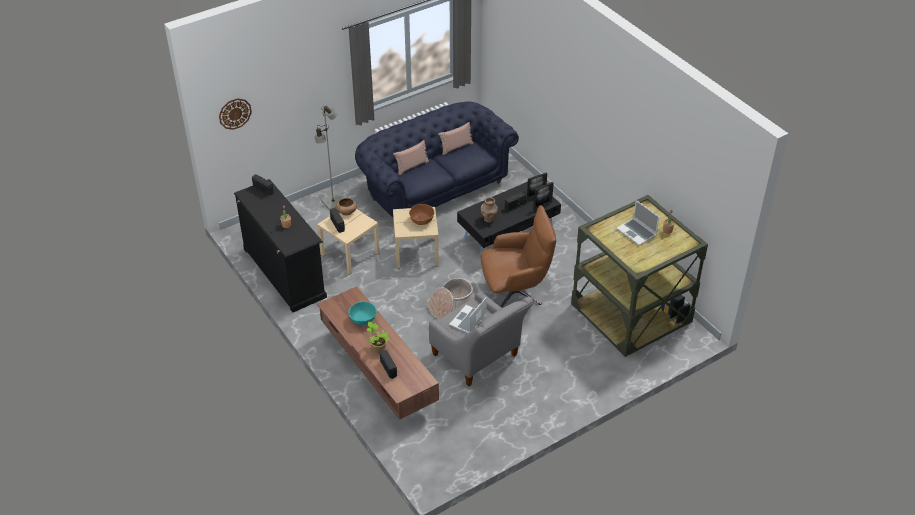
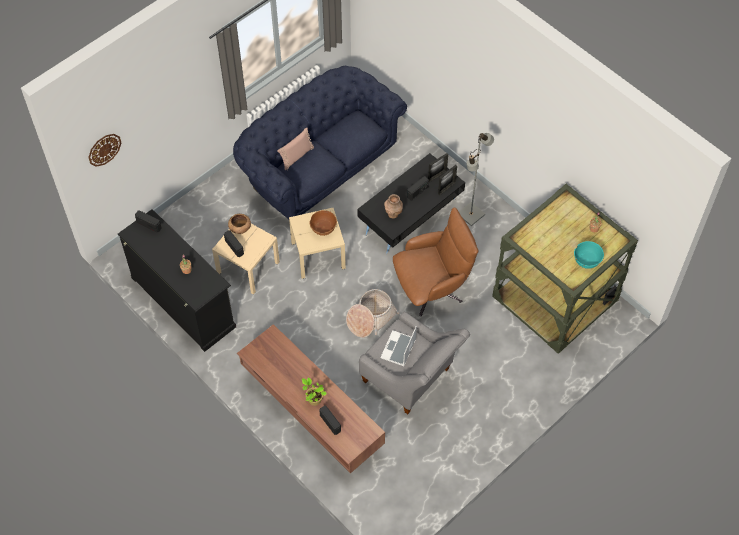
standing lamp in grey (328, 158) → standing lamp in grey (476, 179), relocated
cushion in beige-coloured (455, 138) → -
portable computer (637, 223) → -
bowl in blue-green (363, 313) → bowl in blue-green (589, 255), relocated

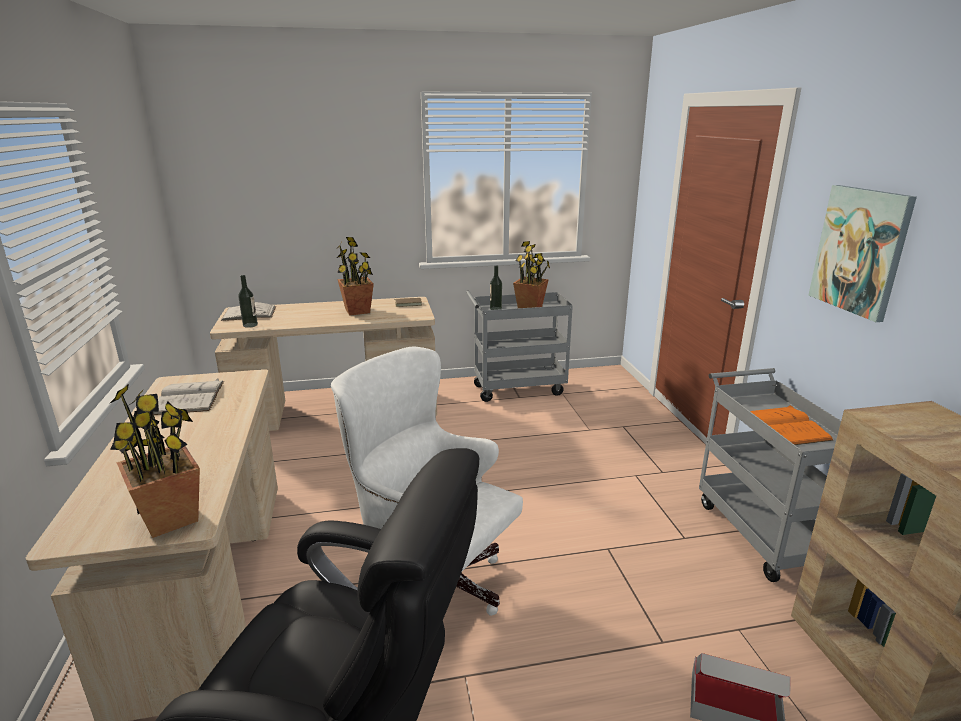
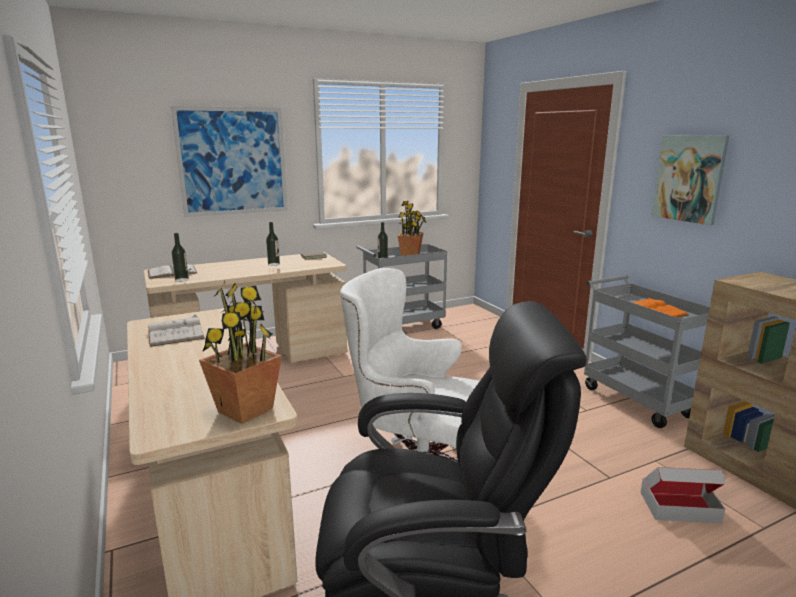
potted plant (355, 276) → bottle (273, 244)
- → wall art (229, 161)

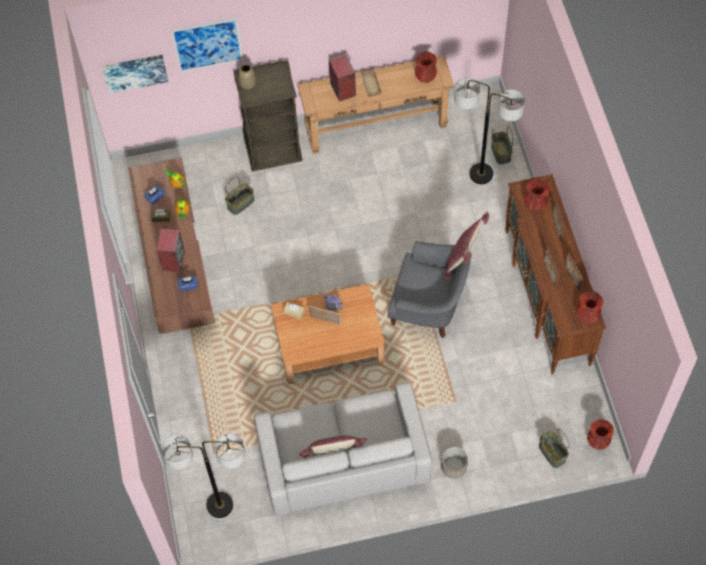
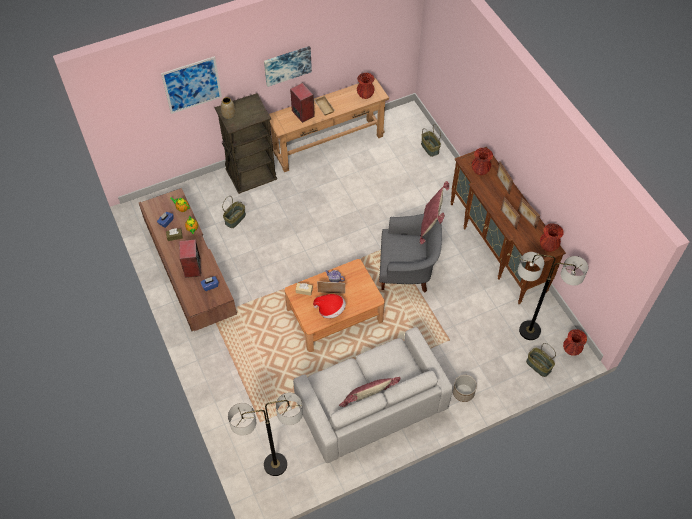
wall art (135, 74) → wall art (288, 66), relocated
standing lamp (489, 130) → standing lamp (553, 296), relocated
- → clothing hat (329, 306)

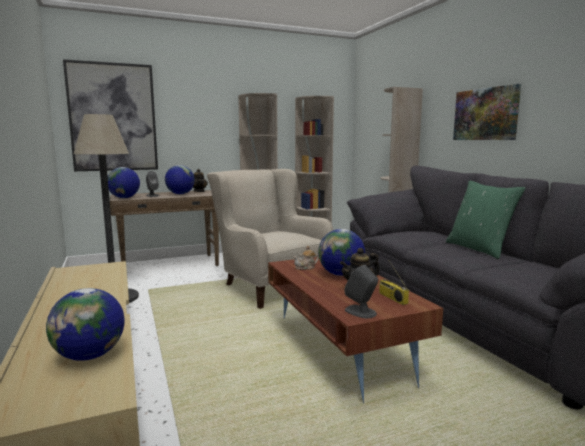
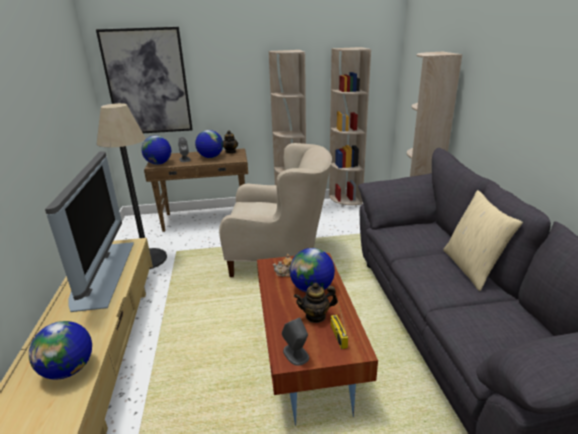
wall art (487, 112) → -
easy chair in beige-coloured (270, 239) → easy chair in beige-coloured (275, 210), 120 degrees clockwise
cushion in green-coloured (485, 220) → cushion in beige-coloured (483, 240)
- → TV set (89, 231)

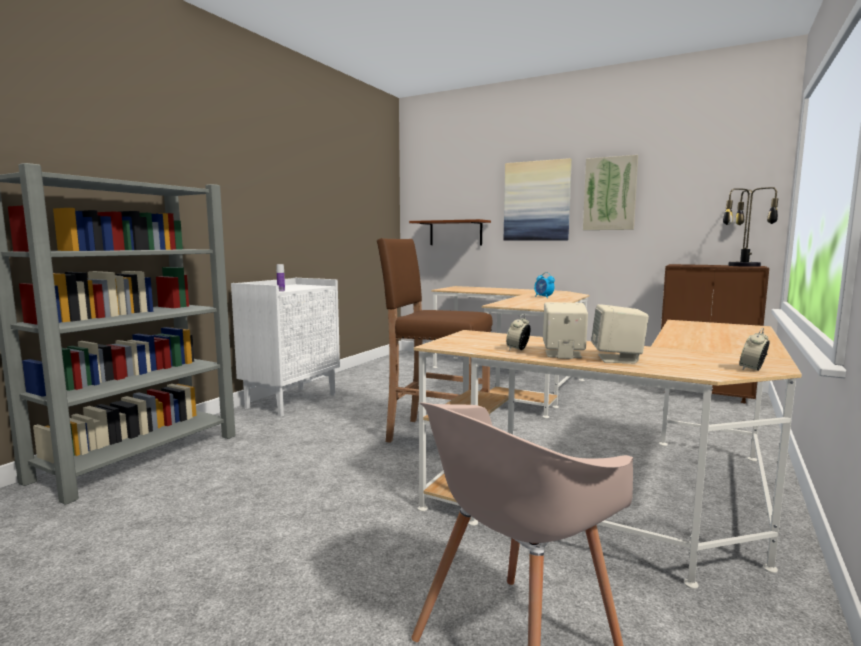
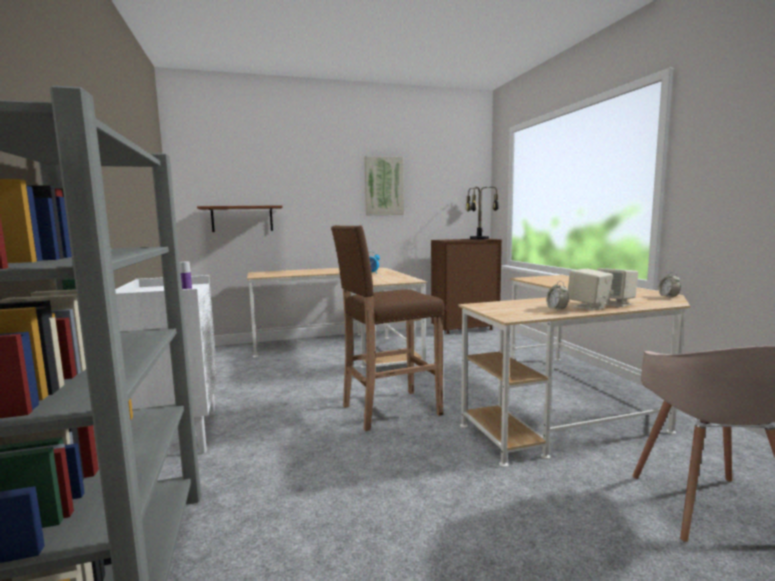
wall art (538, 199) → -

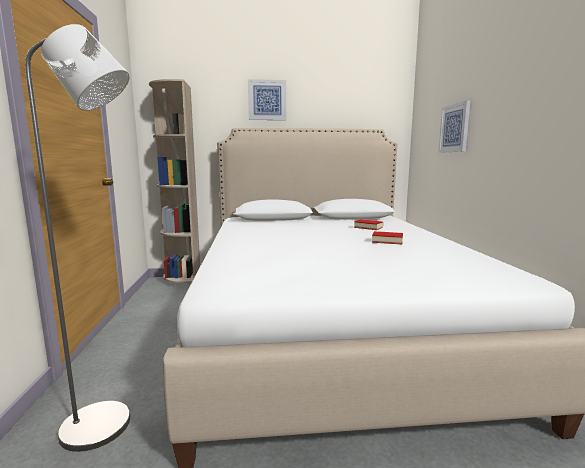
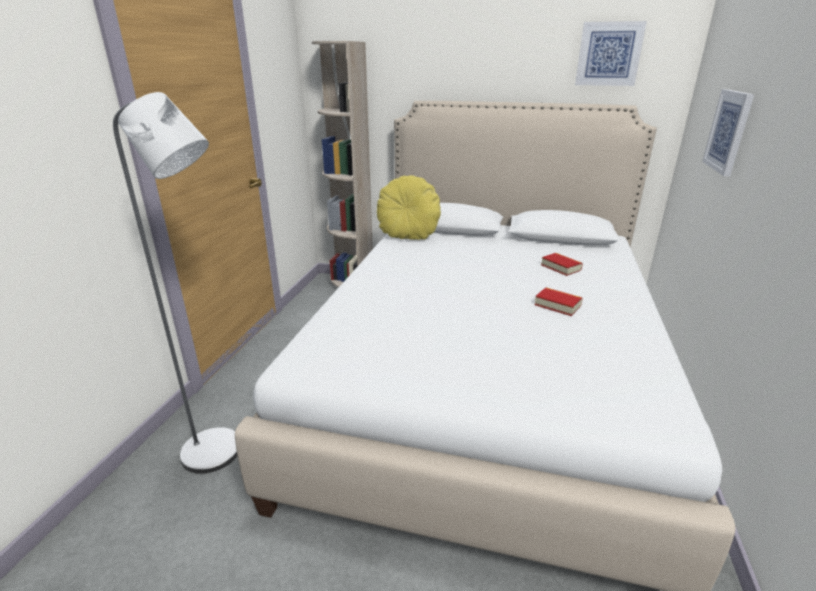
wall art (267, 99) → wall art (611, 53), relocated
- → cushion in yellow (409, 207)

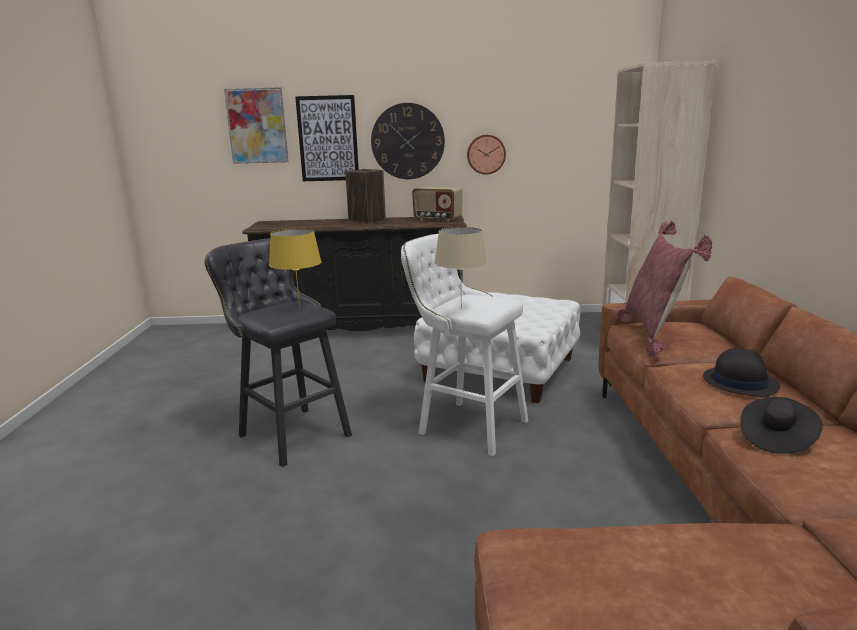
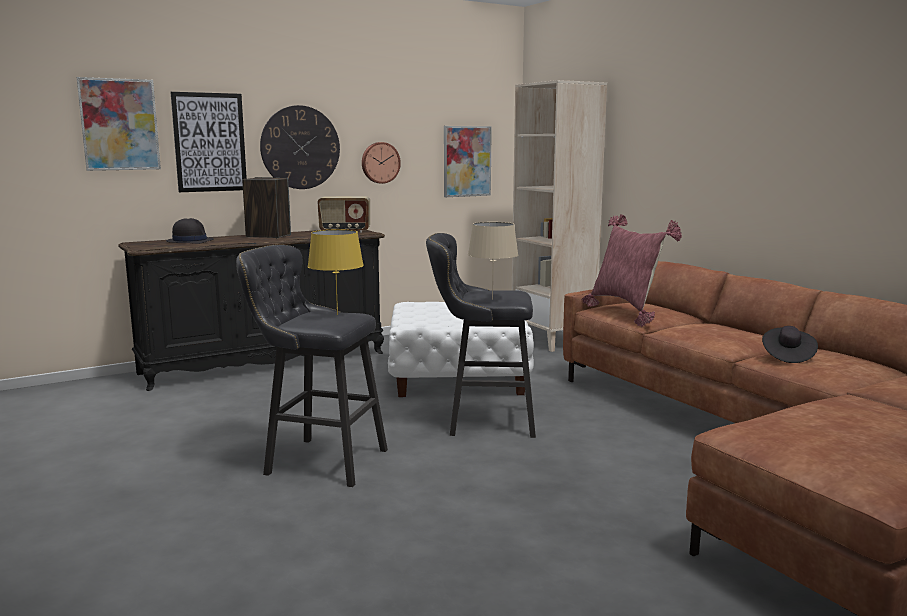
stool seat in white (464, 345) → stool seat in black (481, 335)
clothing hat in black (742, 372) → clothing hat in black (190, 231), relocated
- → wall art (468, 161)

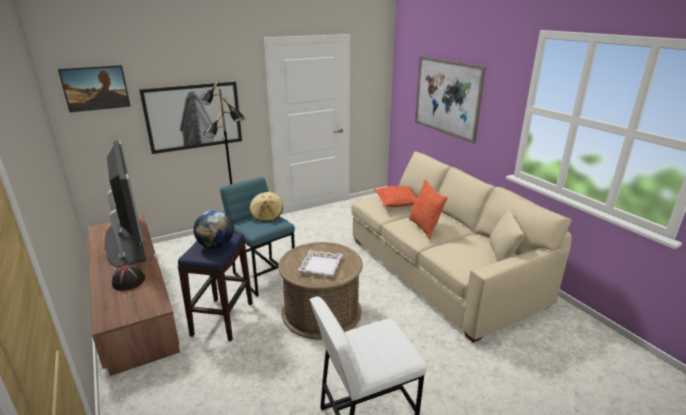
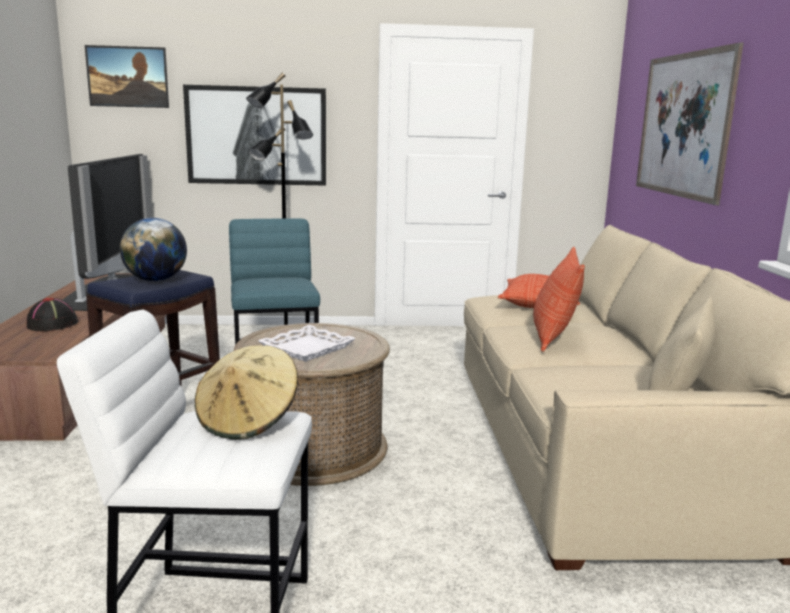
clothing hat in beige-coloured (266, 207) → clothing hat in beige-coloured (246, 393), relocated

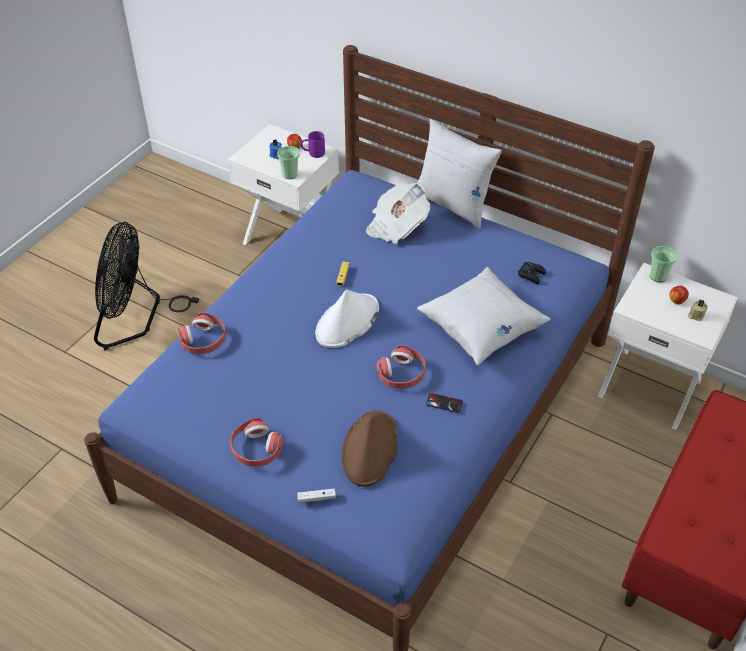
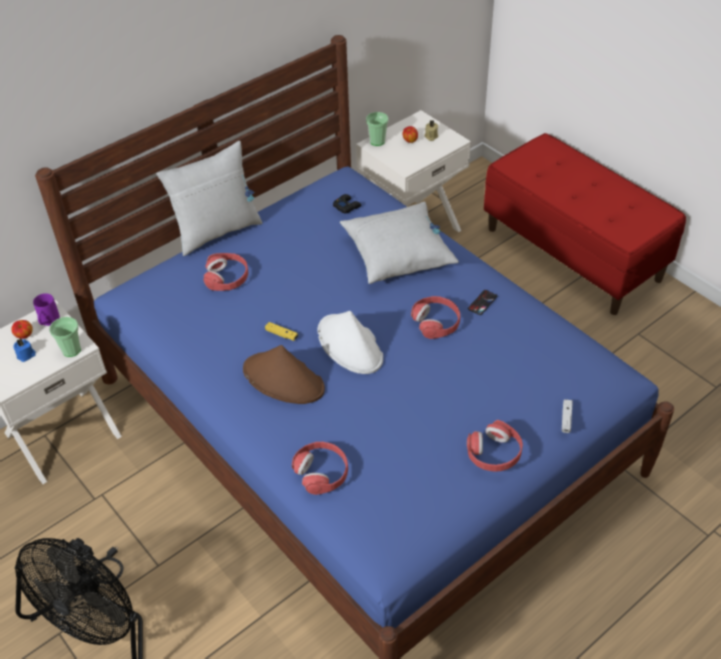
daily paper (398, 213) → pair of headphones in red-coloured (225, 272)
clothing hat in brownish (370, 448) → clothing hat in brownish (284, 374), relocated

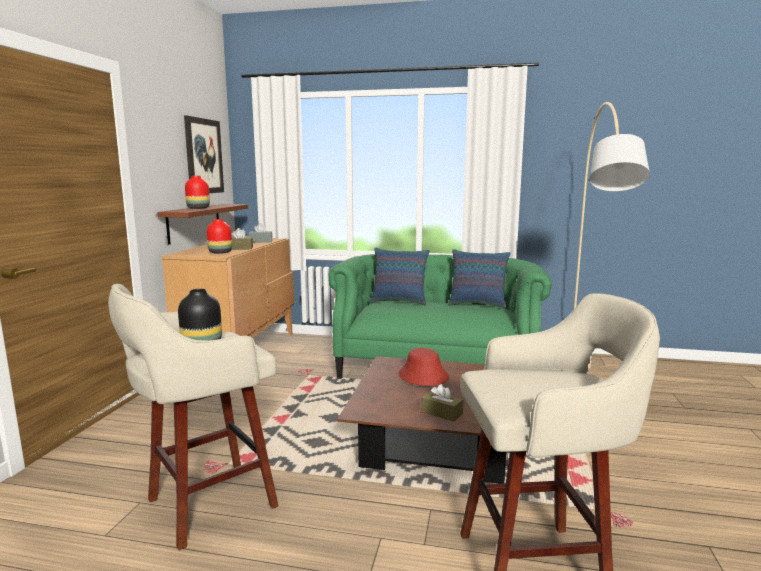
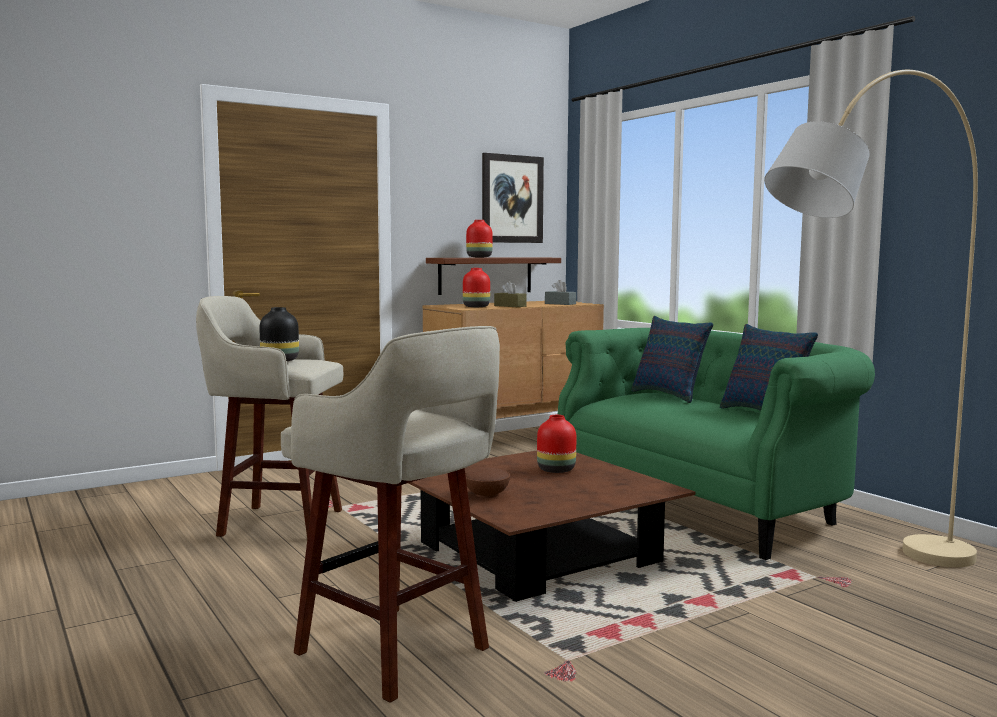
clothing hat in red-coloured (424, 367) → decorative vase in red-coloured (556, 444)
tissue box in brownish (442, 403) → bowl in brownish (487, 483)

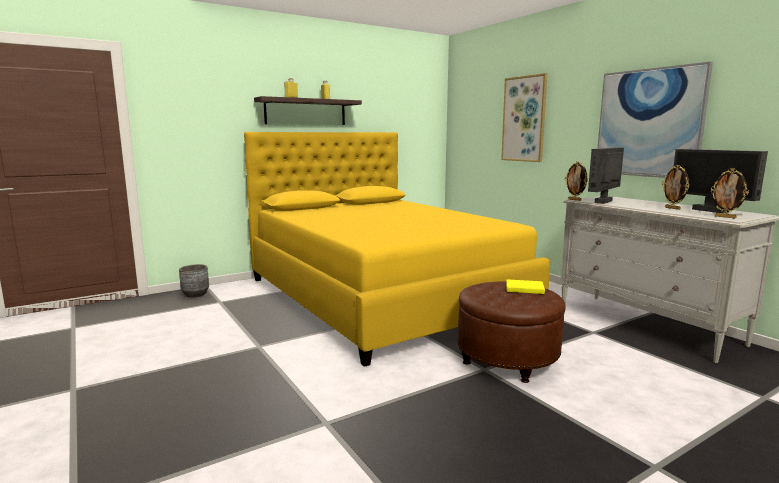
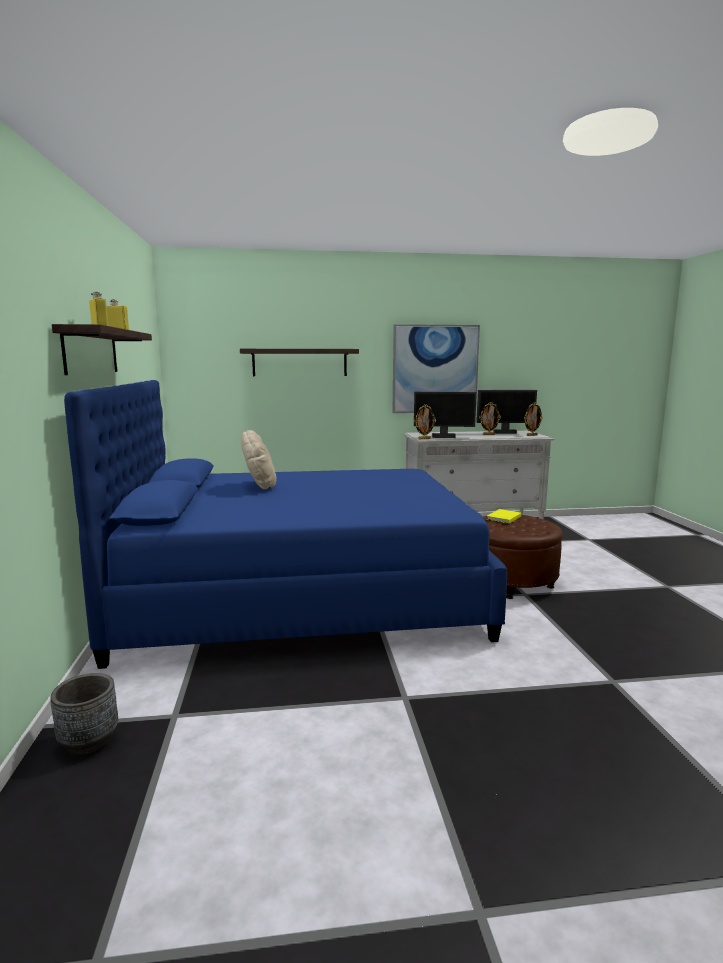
wall art (524, 117) → bracket shelf (299, 362)
bed in yellow (397, 249) → bed in blue-coloured (285, 524)
computer display (606, 176) → computer display (445, 414), 60 degrees counterclockwise
- → cushion in beige-coloured (258, 460)

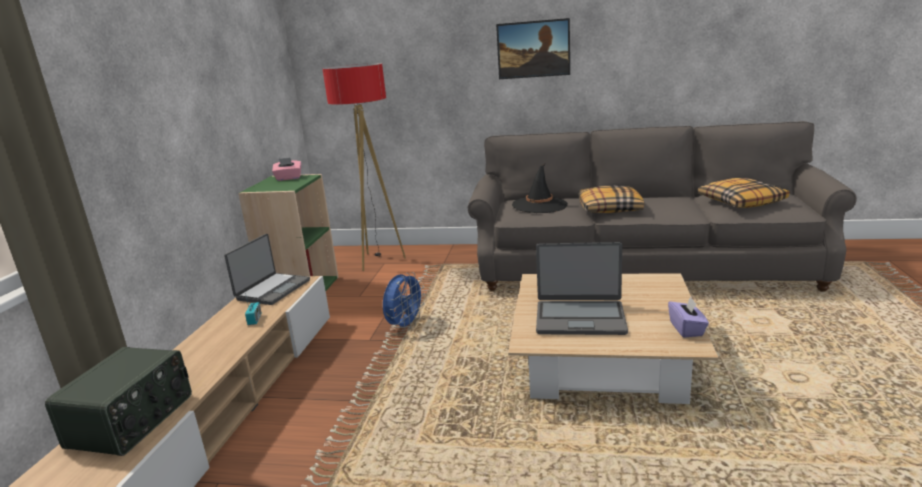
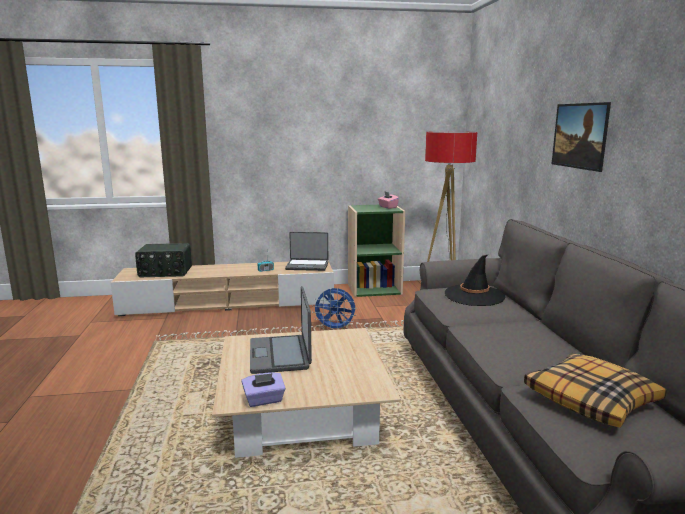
cushion (611, 199) → -

